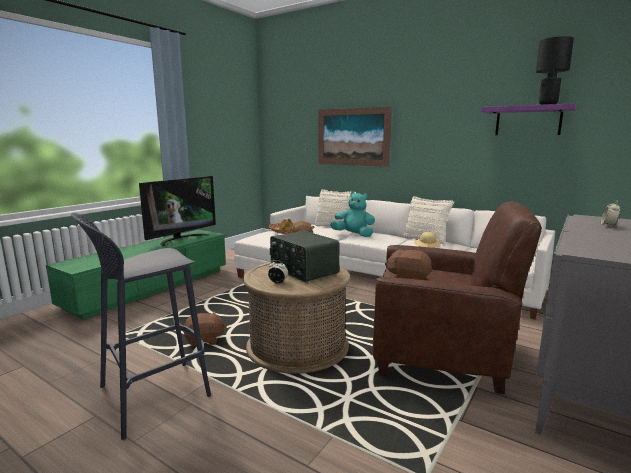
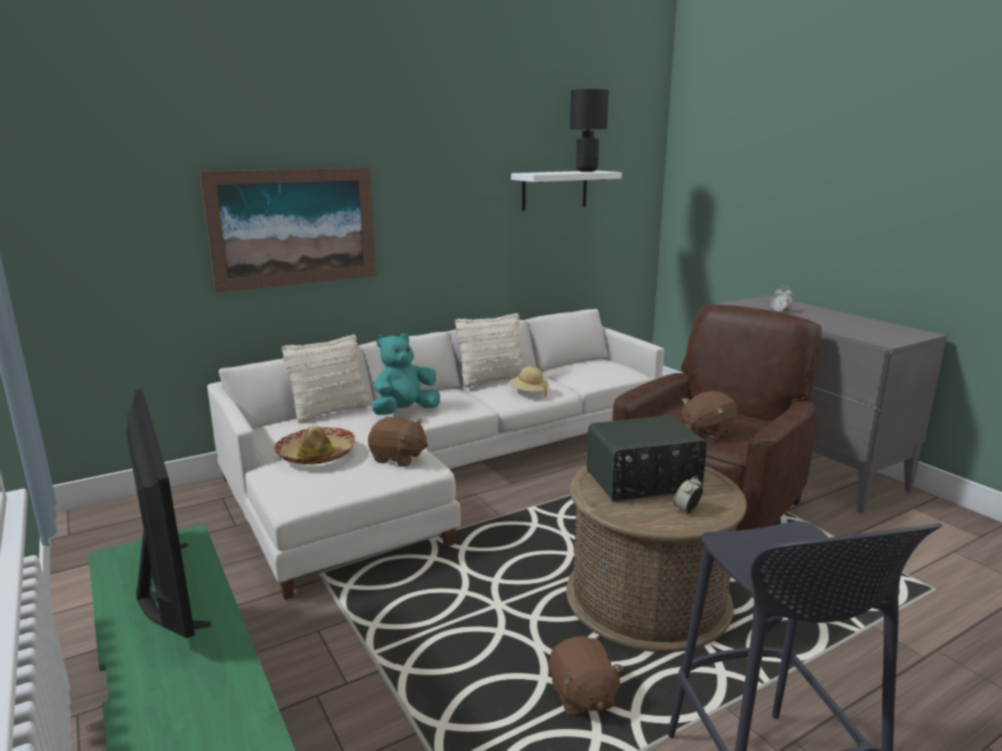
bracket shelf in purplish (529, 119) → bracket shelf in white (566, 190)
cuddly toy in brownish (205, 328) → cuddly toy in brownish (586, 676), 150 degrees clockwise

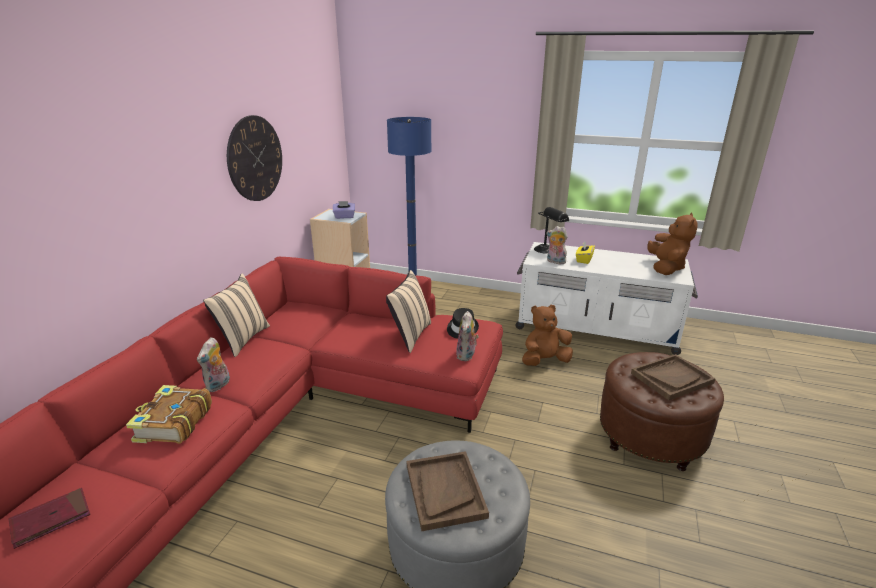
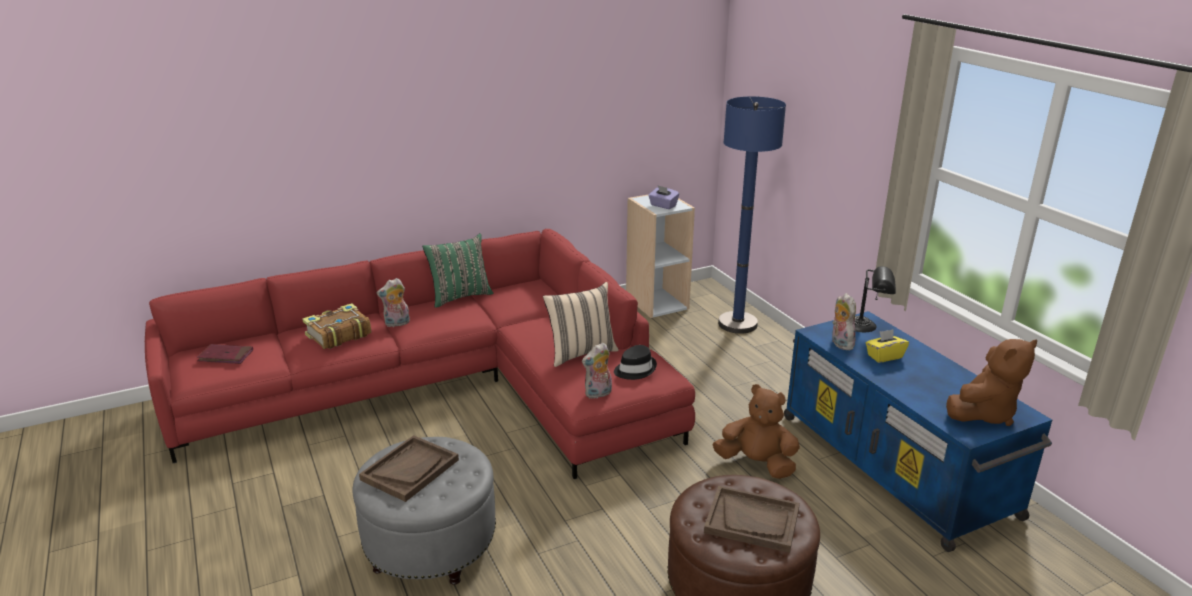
hanging clock (254, 158) → -
cupboard in white (607, 298) → cupboard in blue-coloured (918, 431)
cushion in beige-coloured (236, 315) → cushion in green-coloured (458, 270)

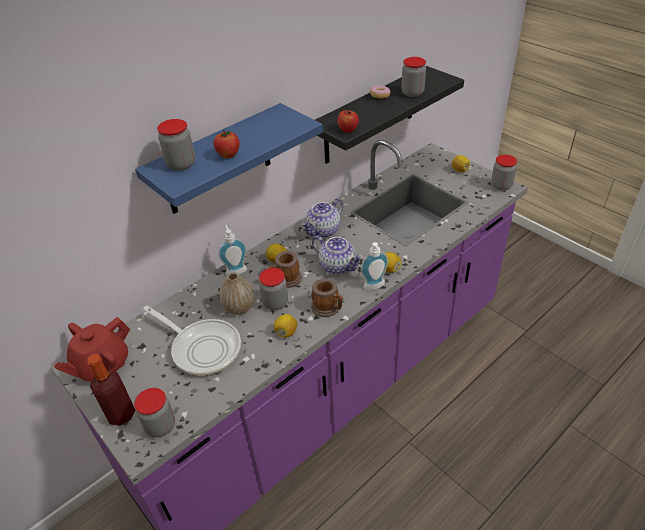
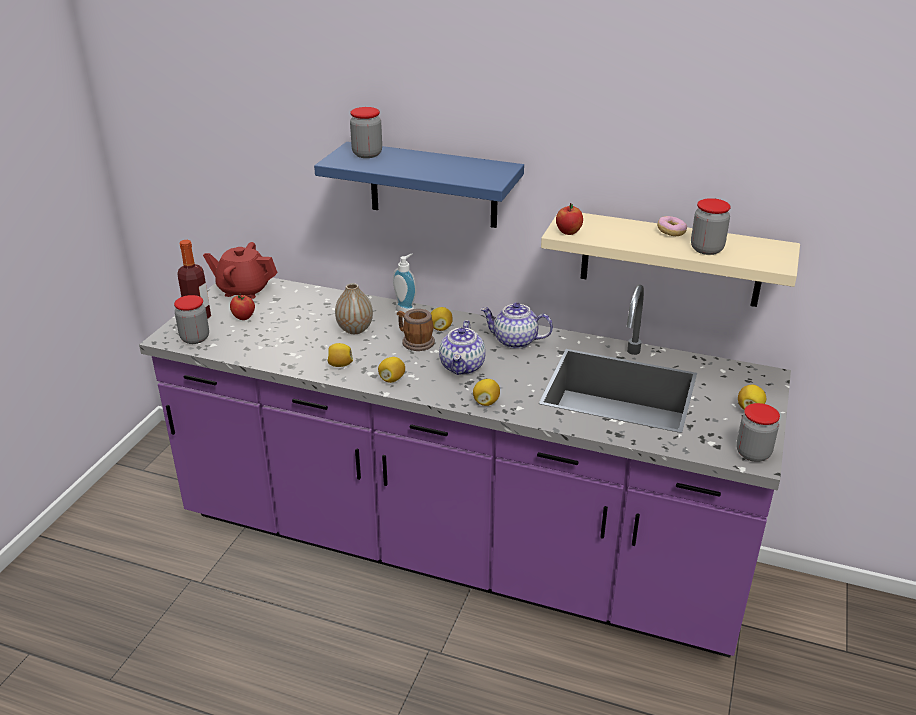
bracket shelf in black (389, 115) → bracket shelf in beige-coloured (670, 258)
whole apple (226, 144) → whole apple (242, 306), relocated
soap bottle (374, 266) → -
preserve jar (273, 289) → -
tea mug (327, 298) → lemon (391, 370)
frying pan (192, 341) → -

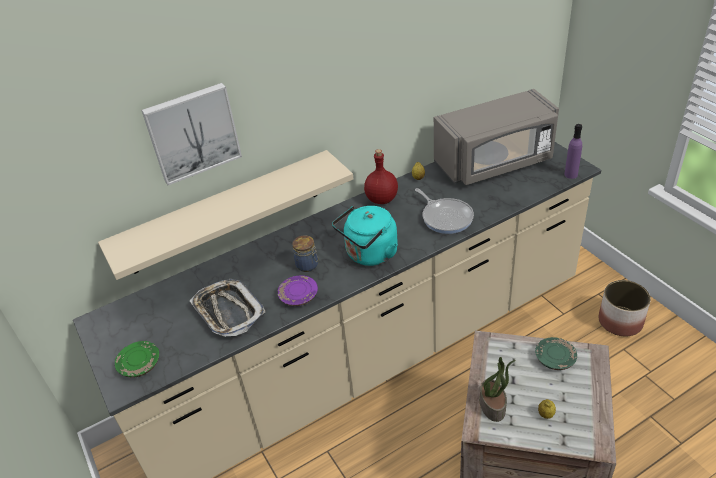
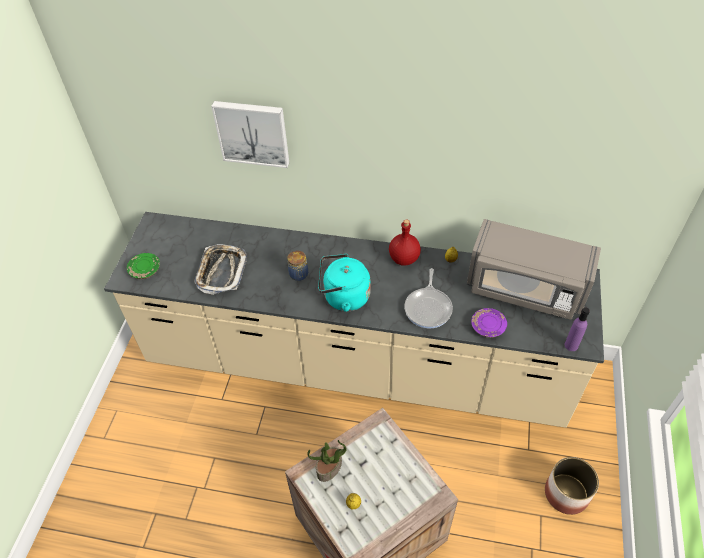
bracket shelf in beige-coloured (225, 215) → -
flat dish in purplish (298, 290) → flat dish in purplish (489, 323), relocated
flat dish in green-coloured (556, 353) → -

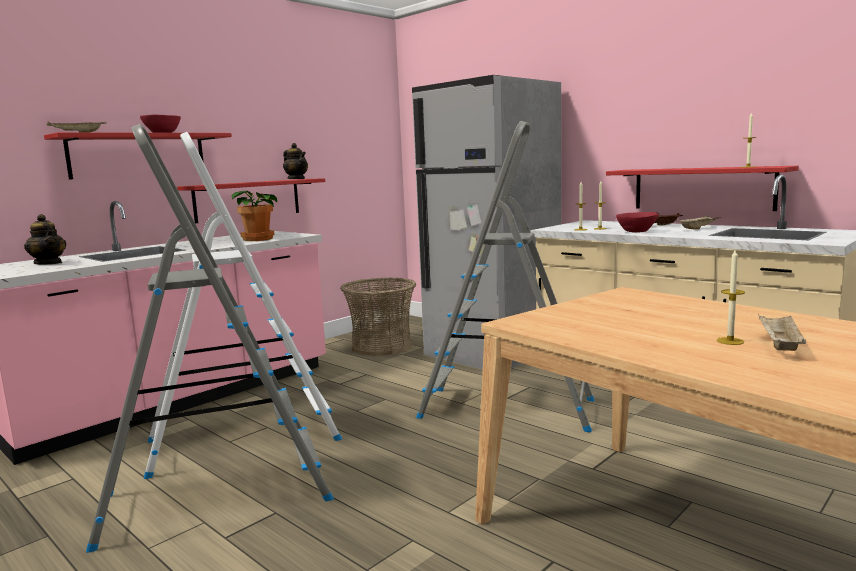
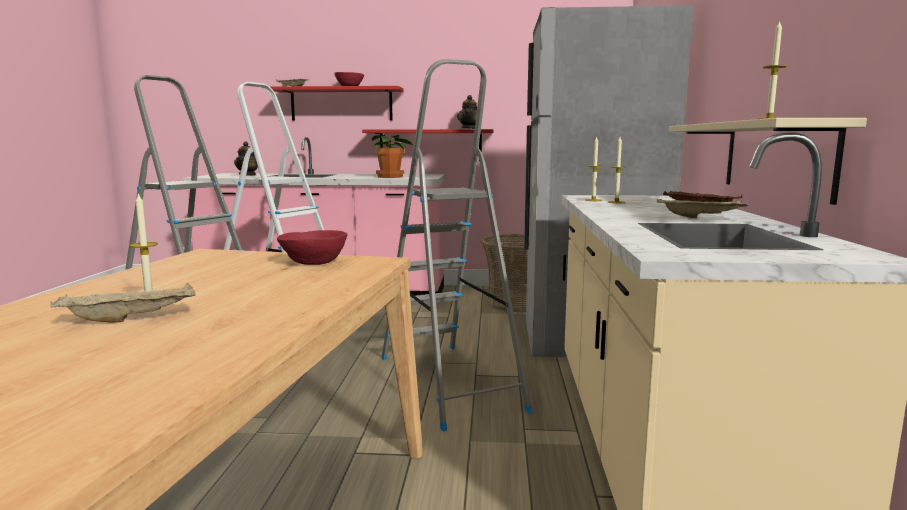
bracket shelf in red-coloured (702, 188) → bracket shelf in beige-coloured (768, 161)
bowl in red-coloured (637, 222) → bowl in red-coloured (312, 247), relocated

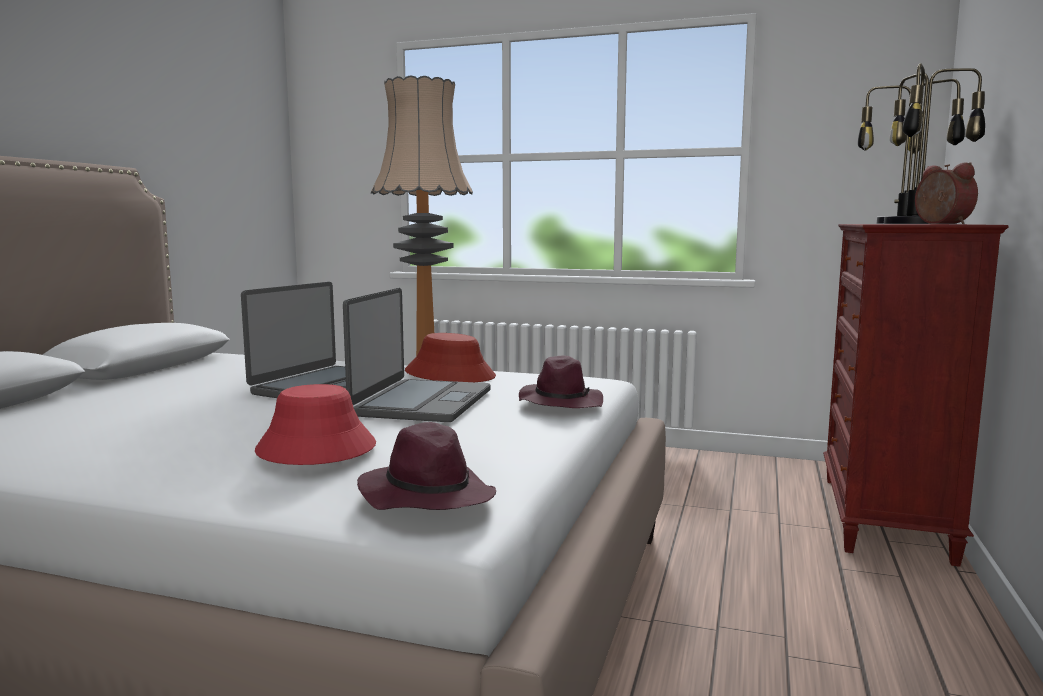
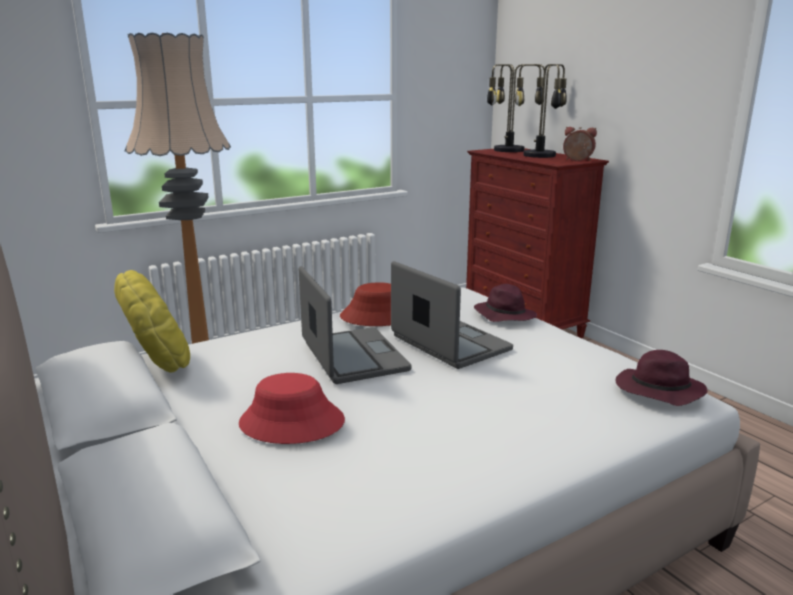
clothing hat in red-coloured (315, 424) → clothing hat in red-coloured (292, 408), relocated
- → cushion in yellow (152, 321)

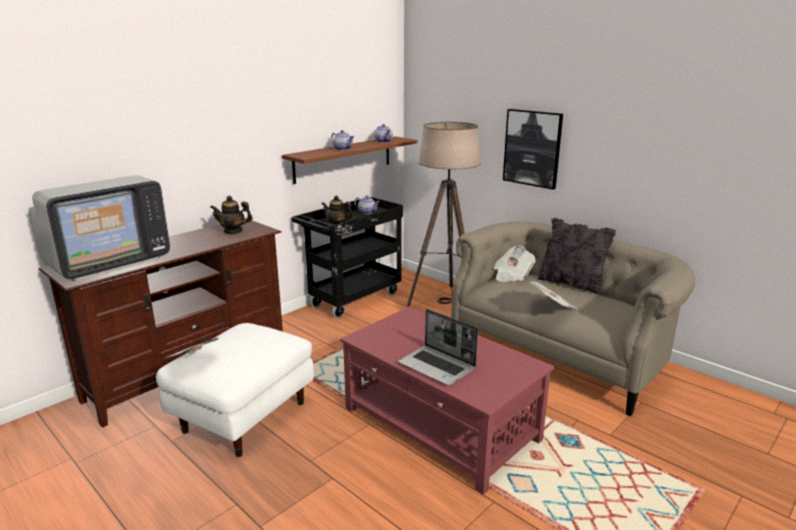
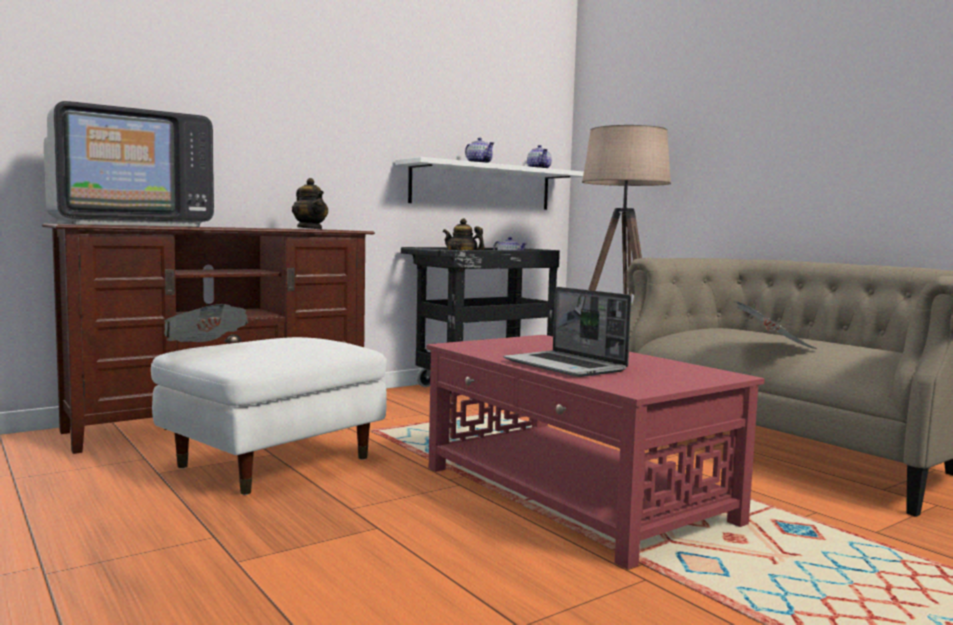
wall art (533, 149) → -
bracket shelf in brownish (350, 160) → bracket shelf in white (489, 183)
pot for tea (231, 215) → pot for tea (310, 203), 135 degrees counterclockwise
cushion in black (577, 256) → -
daily paper (514, 264) → -

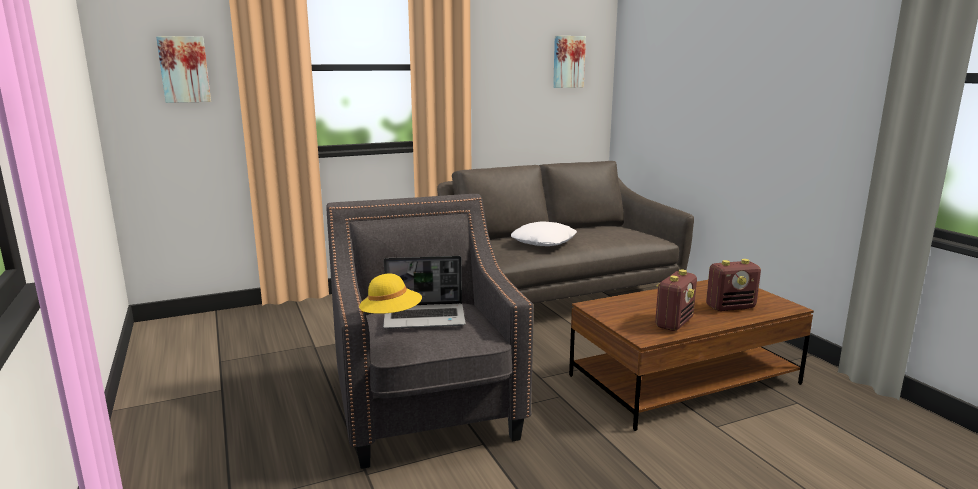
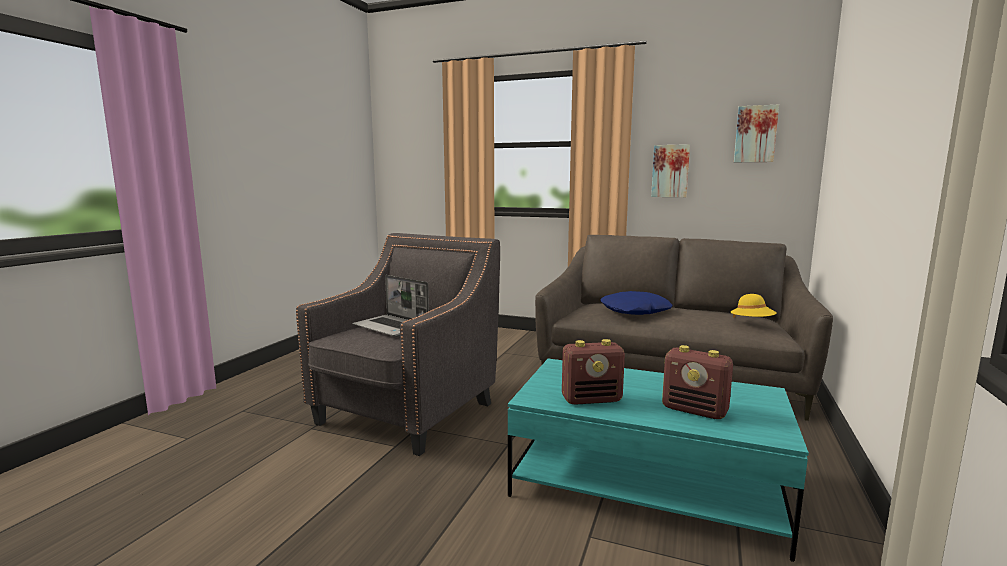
wall art (183, 69) → wall art (670, 170), relocated
cushion in white (544, 233) → cushion in blue-coloured (636, 303)
clothing hat in yellow (390, 294) → clothing hat in yellow (753, 306), relocated
low table in brownish (691, 355) → low table in blue-green (658, 460)

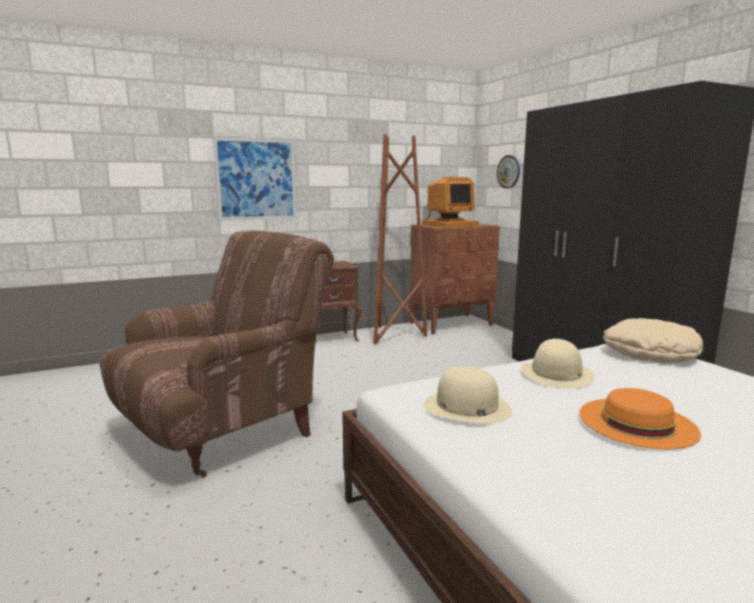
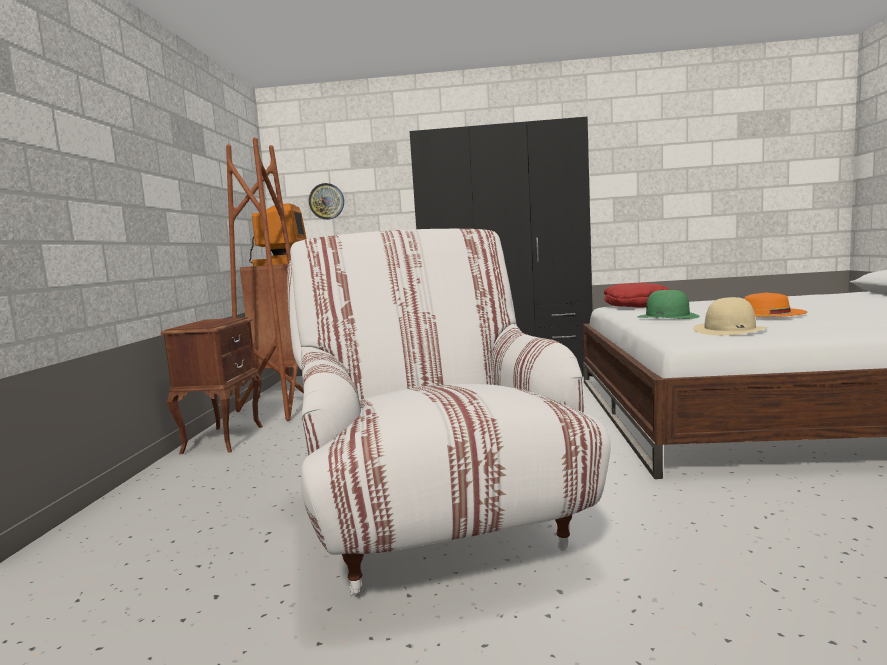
wall art (254, 179) → -
easy chair in brownish (217, 354) → easy chair in white (449, 412)
cushion in beige-coloured (653, 340) → cushion in red-coloured (636, 295)
clothing hat in beige-coloured (557, 364) → clothing hat in green-coloured (668, 304)

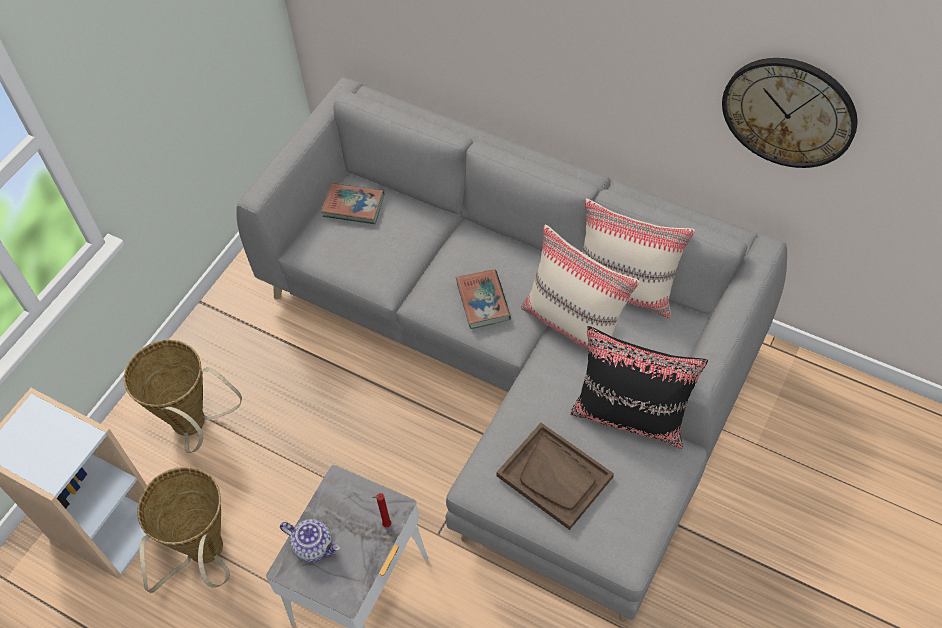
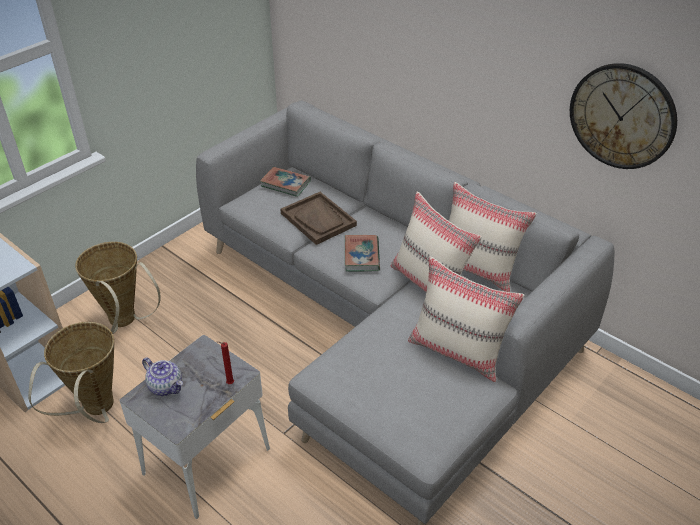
cushion in black (639, 387) → cushion in beige-coloured (466, 319)
tray in brownish (555, 476) → tray in brownish (319, 218), relocated

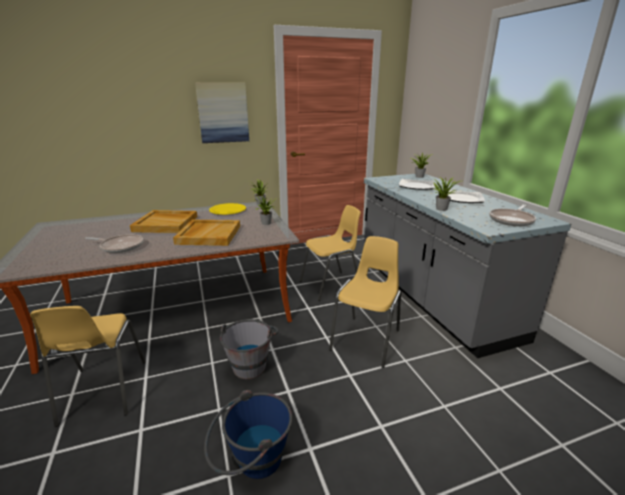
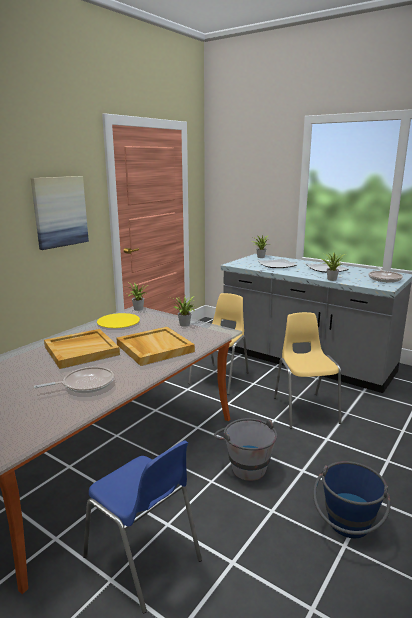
plain chair in yellow (87, 366) → plain chair in blue-coloured (142, 527)

